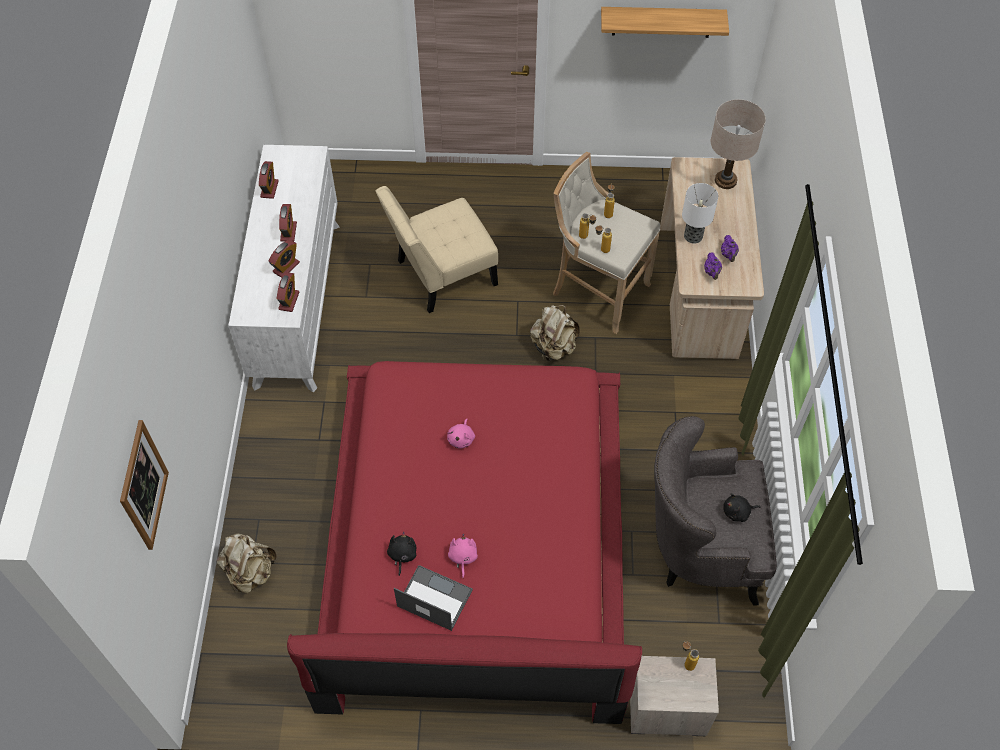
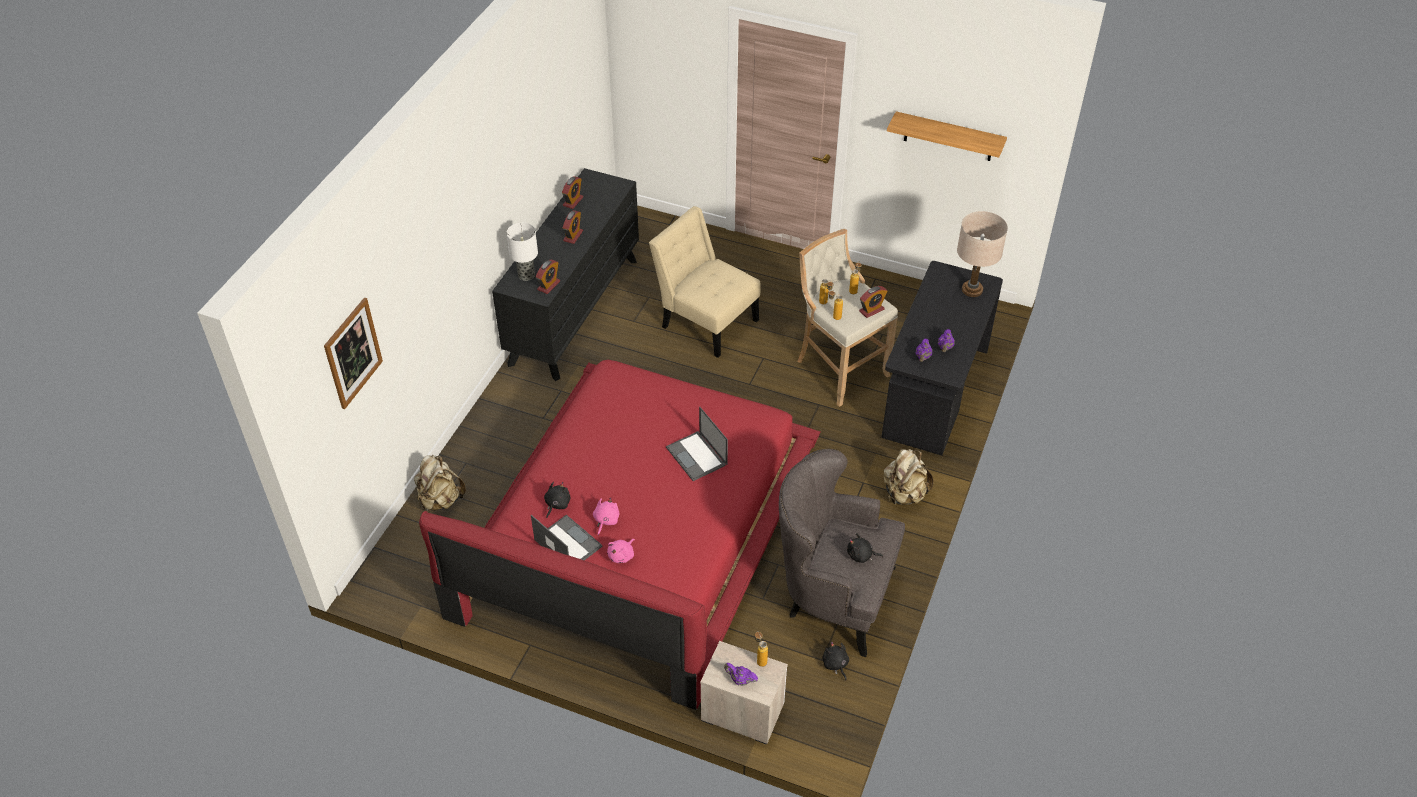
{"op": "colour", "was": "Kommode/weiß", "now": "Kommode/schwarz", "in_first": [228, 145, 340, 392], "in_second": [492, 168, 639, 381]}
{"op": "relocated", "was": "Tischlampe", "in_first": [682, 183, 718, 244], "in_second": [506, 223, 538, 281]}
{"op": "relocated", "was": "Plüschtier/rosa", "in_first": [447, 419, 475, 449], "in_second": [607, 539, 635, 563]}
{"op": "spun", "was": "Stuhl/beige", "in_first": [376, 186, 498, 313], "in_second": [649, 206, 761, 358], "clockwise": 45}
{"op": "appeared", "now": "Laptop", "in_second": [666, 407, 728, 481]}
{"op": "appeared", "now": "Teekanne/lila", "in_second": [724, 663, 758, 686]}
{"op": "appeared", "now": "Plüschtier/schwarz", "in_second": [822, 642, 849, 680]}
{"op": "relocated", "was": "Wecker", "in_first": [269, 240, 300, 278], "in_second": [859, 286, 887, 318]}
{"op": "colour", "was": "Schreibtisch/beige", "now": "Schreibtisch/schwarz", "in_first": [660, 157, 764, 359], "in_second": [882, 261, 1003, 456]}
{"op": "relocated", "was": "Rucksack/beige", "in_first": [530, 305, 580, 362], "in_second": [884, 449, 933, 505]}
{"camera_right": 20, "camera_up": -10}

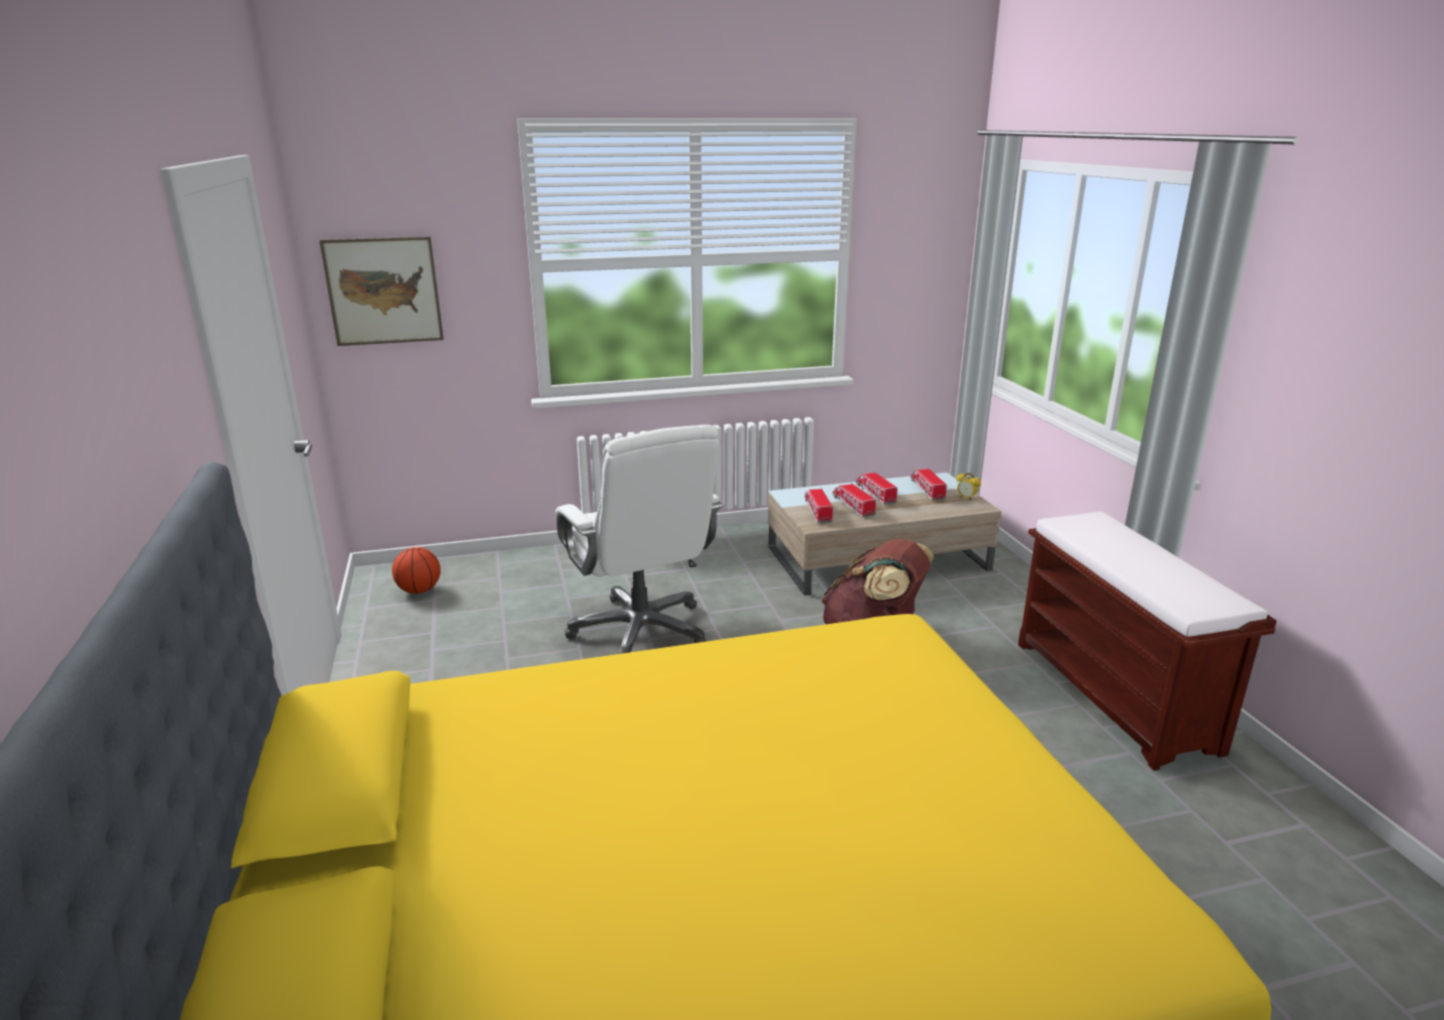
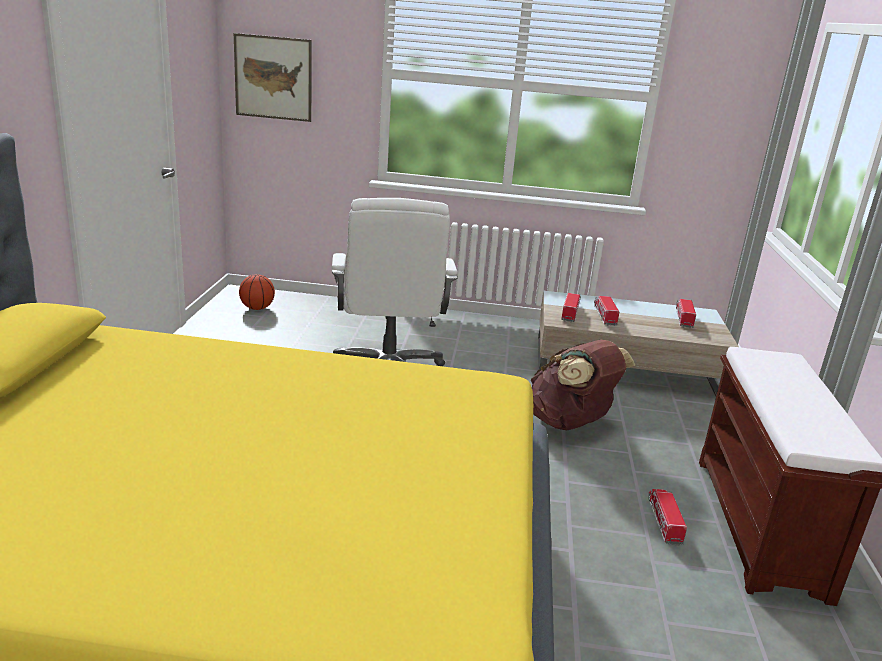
{"op": "relocated", "was": "Spielzeuglaster", "in_first": [856, 472, 898, 505], "in_second": [648, 489, 687, 545]}
{"op": "missing", "was": "Wecker", "in_first": [956, 473, 981, 501]}
{"camera_right": 20, "camera_up": 0}

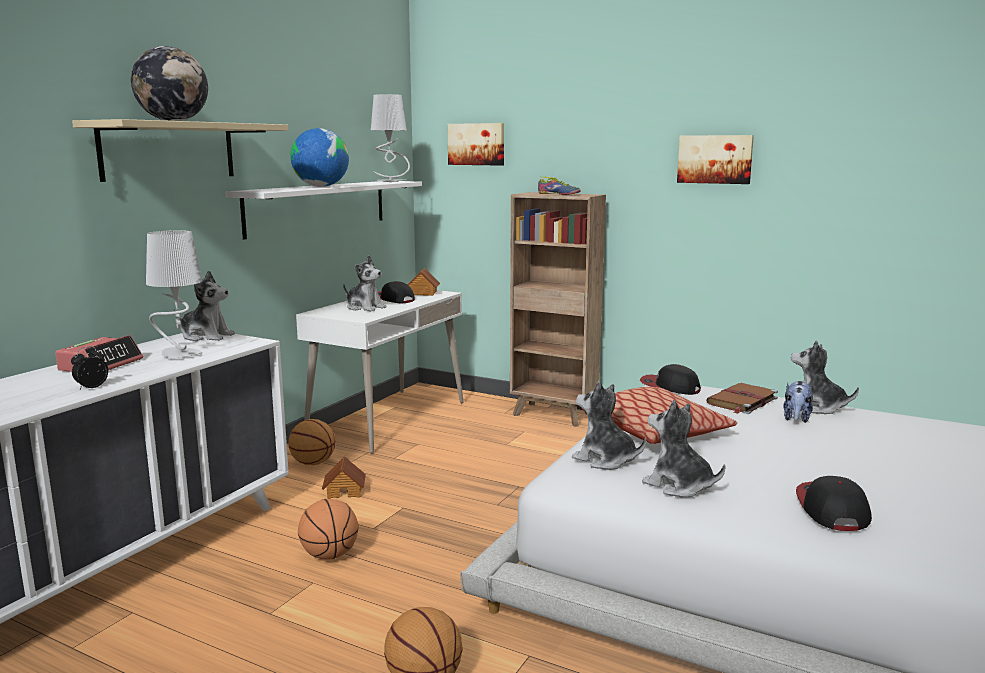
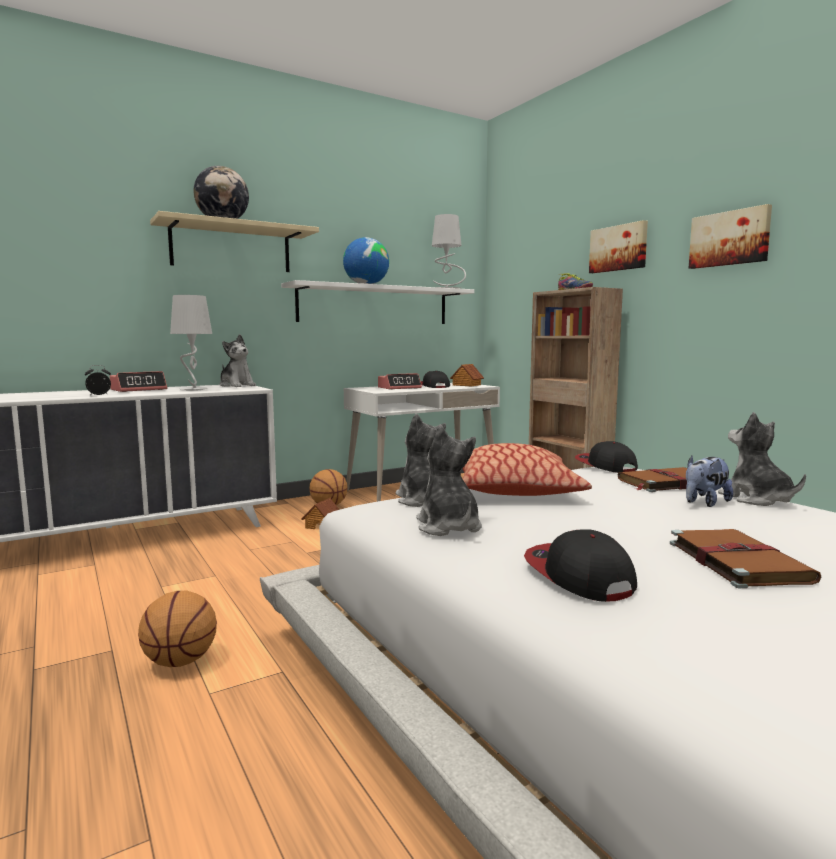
{"op": "exchanged", "was": "Plüschtier", "now": "Wecker", "in_first": [343, 255, 386, 312], "in_second": [378, 373, 422, 390]}
{"op": "spun", "was": "Kappe", "in_first": [796, 476, 872, 531], "in_second": [524, 529, 637, 602], "clockwise": -60}
{"op": "relocated", "was": "Bild", "in_first": [448, 123, 504, 166], "in_second": [589, 220, 648, 273]}
{"op": "appeared", "now": "Buch/braun", "in_second": [670, 529, 821, 588]}
{"op": "missing", "was": "Basketball", "in_first": [298, 499, 359, 559]}
{"camera_right": 30, "camera_up": -5}

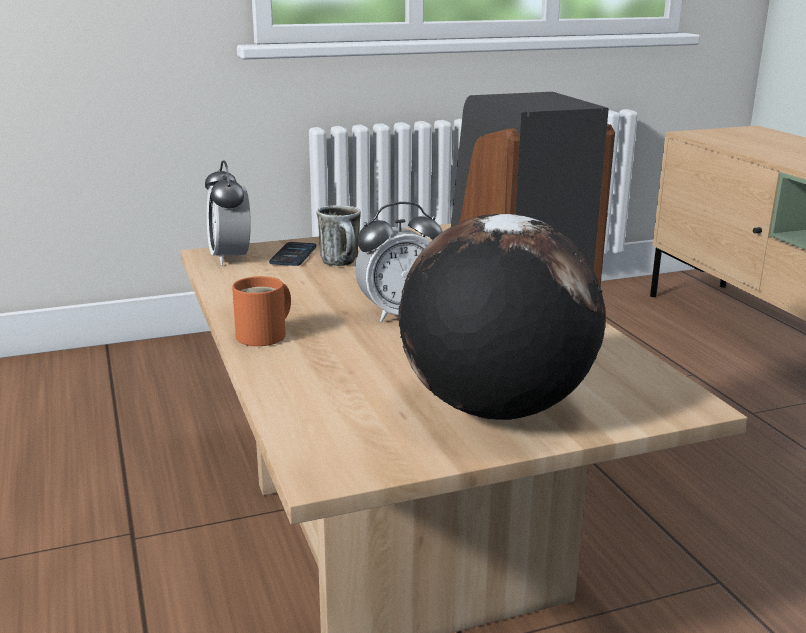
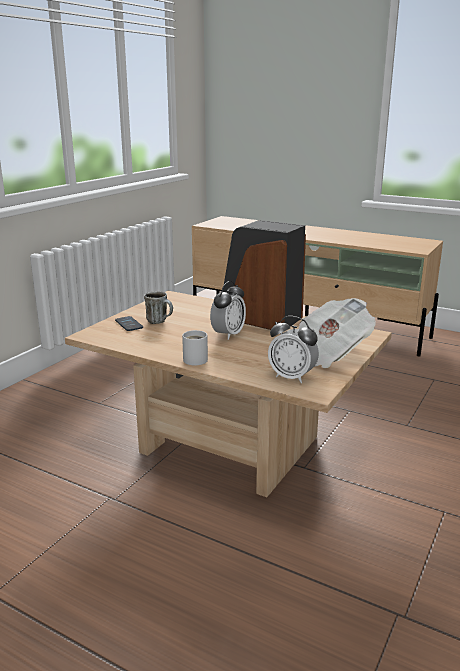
{"op": "colour", "was": "Henkelbecher/orange", "now": "Henkelbecher/weiß", "in_first": [232, 276, 291, 346], "in_second": [182, 330, 208, 365]}
{"op": "relocated", "was": "Wecker", "in_first": [205, 160, 251, 265], "in_second": [268, 316, 319, 383]}
{"op": "exchanged", "was": "Globus", "now": "Zeitung", "in_first": [398, 213, 606, 420], "in_second": [298, 298, 376, 368]}
{"camera_right": -40, "camera_up": 0}

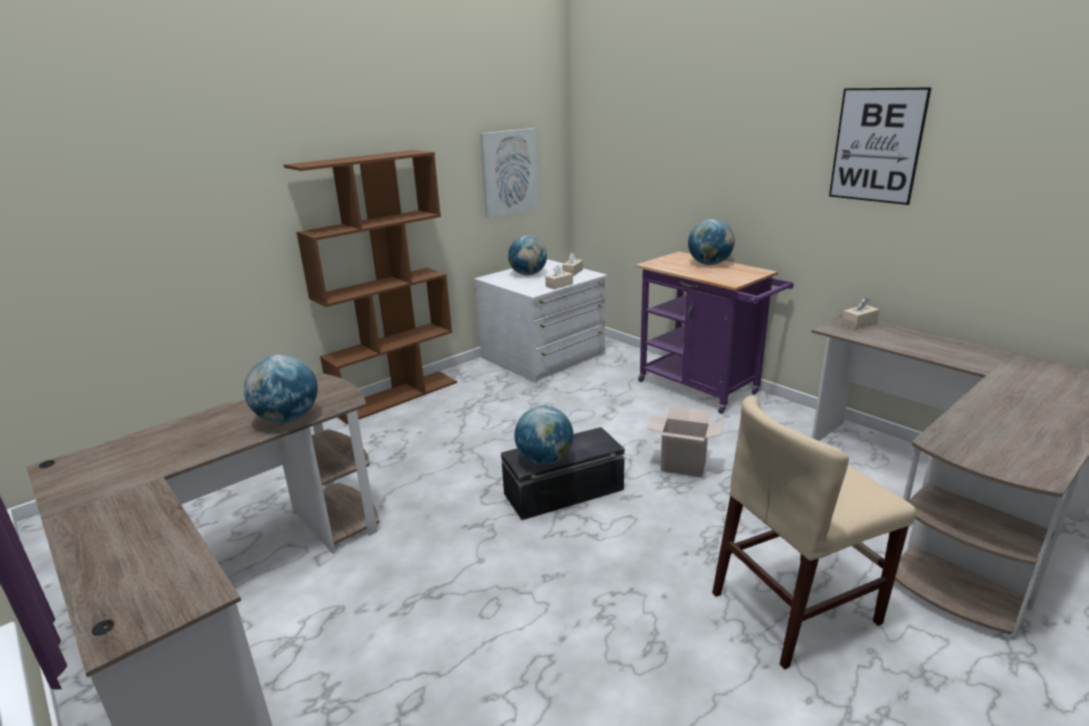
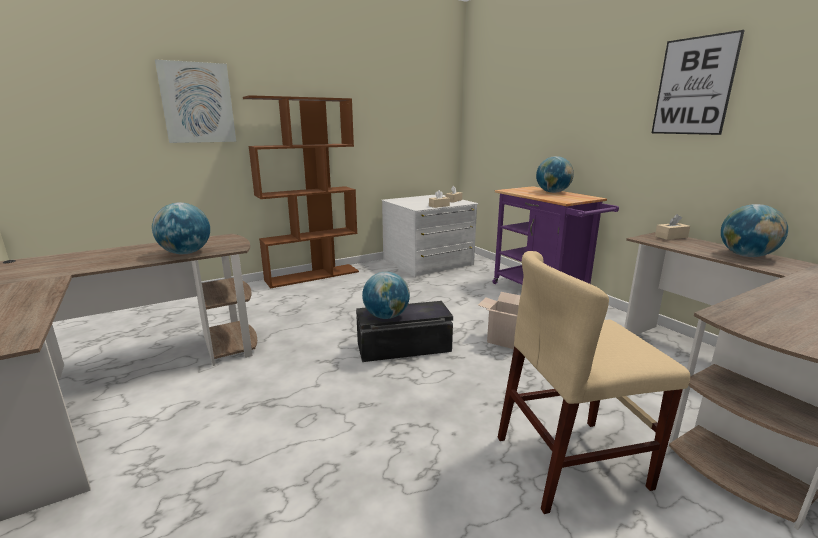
{"op": "relocated", "was": "Bild", "in_first": [480, 128, 539, 218], "in_second": [155, 59, 236, 143]}
{"op": "relocated", "was": "Globus", "in_first": [508, 236, 547, 275], "in_second": [721, 204, 788, 257]}
{"camera_right": 10, "camera_up": -5}

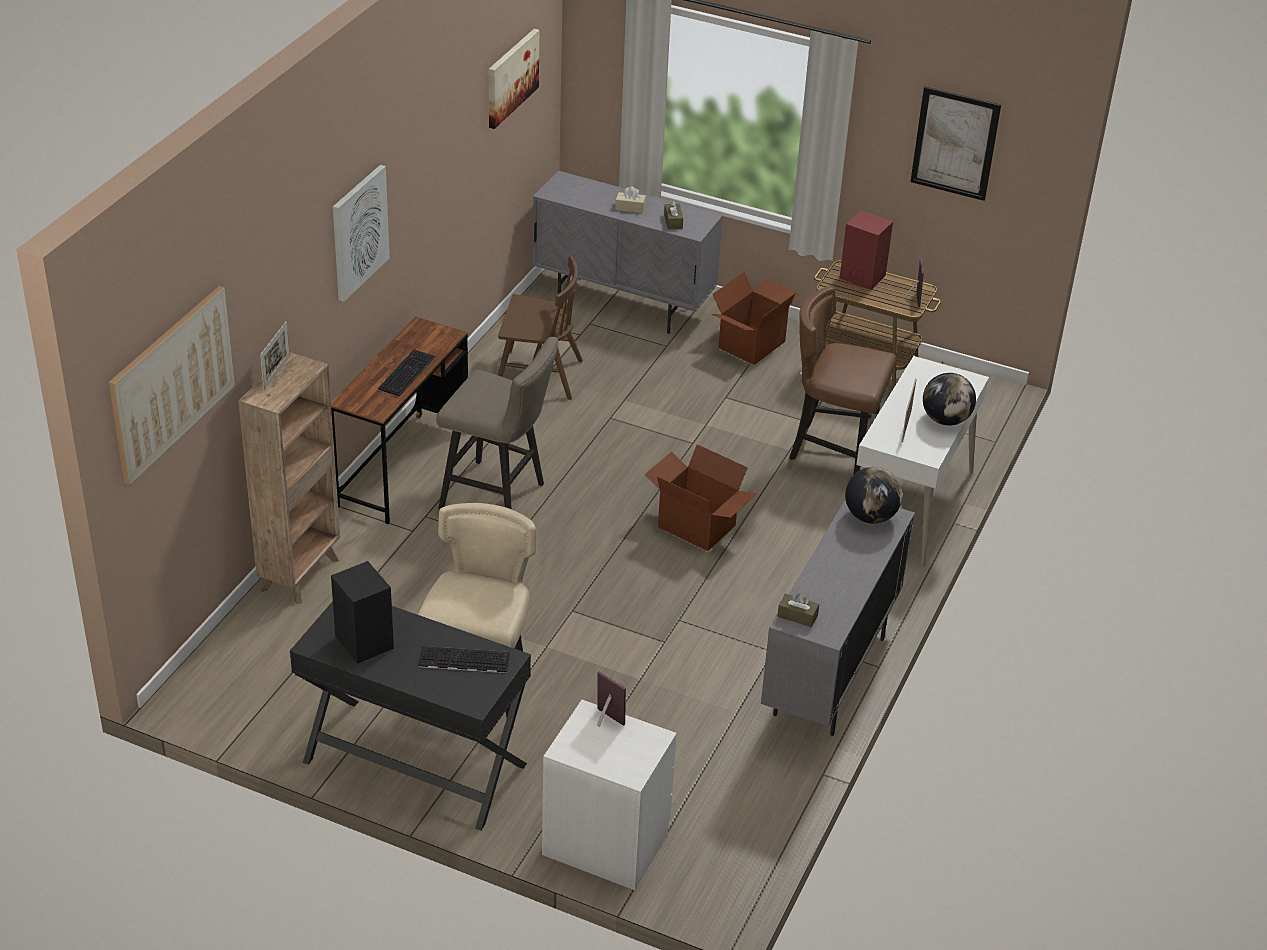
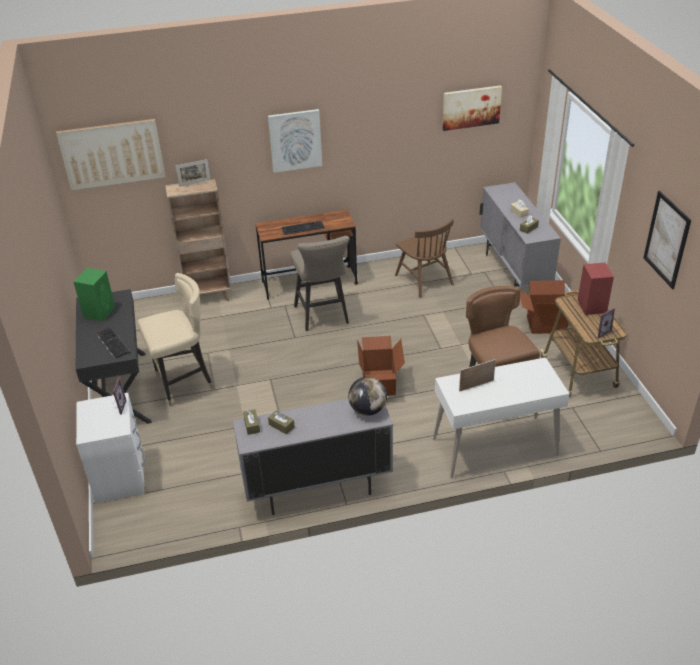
{"op": "colour", "was": "Lautsprecher/schwarz", "now": "Lautsprecher/grün", "in_first": [331, 561, 394, 664], "in_second": [74, 268, 115, 321]}
{"op": "appeared", "now": "Taschentuchbox/braun", "in_second": [268, 411, 295, 434]}
{"op": "missing", "was": "Globus", "in_first": [923, 373, 976, 426]}
{"camera_right": 55, "camera_up": 0}

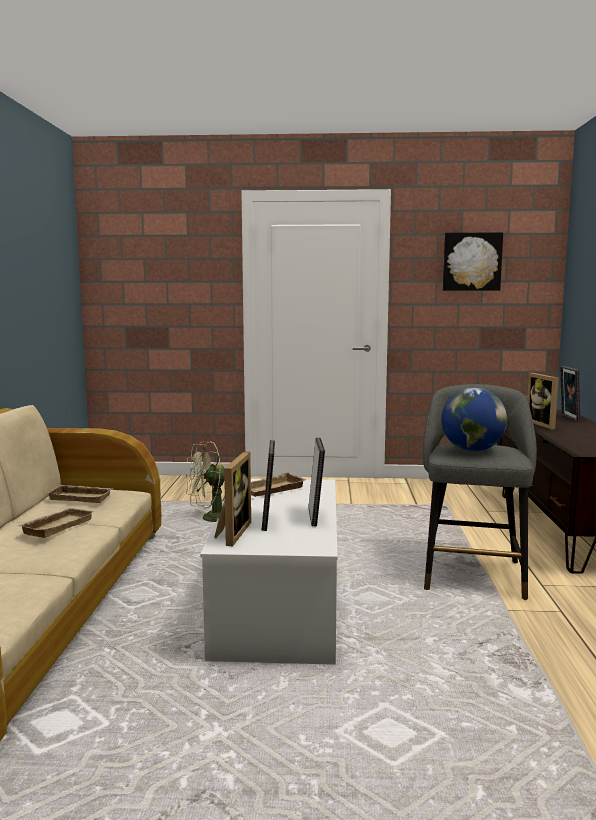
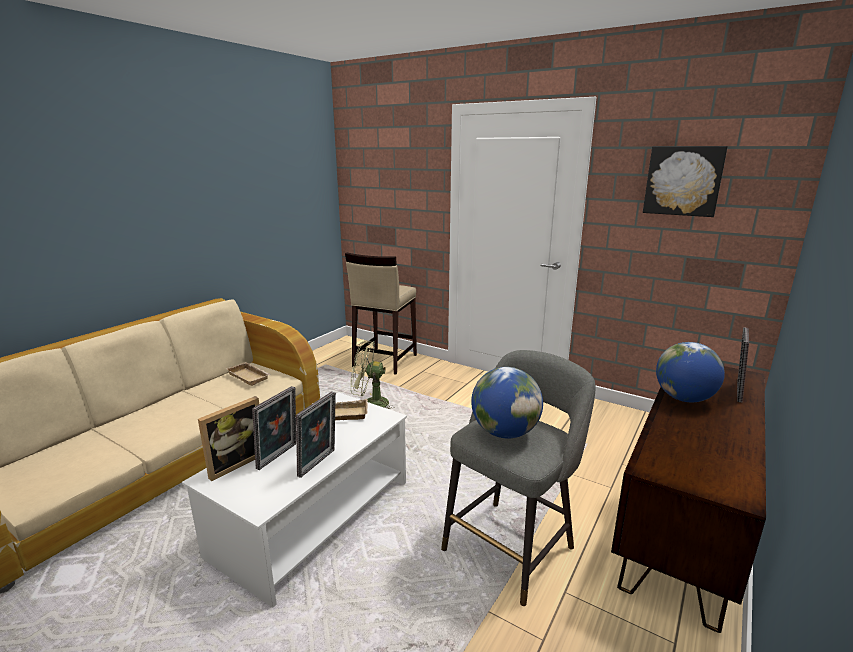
{"op": "appeared", "now": "Hocker/beige", "in_second": [345, 253, 417, 375]}
{"op": "exchanged", "was": "Bilderrahmen", "now": "Globus", "in_first": [527, 373, 559, 429], "in_second": [656, 342, 725, 402]}
{"op": "missing", "was": "Tablett/beige", "in_first": [17, 508, 94, 538]}
{"camera_right": 30, "camera_up": 10}

